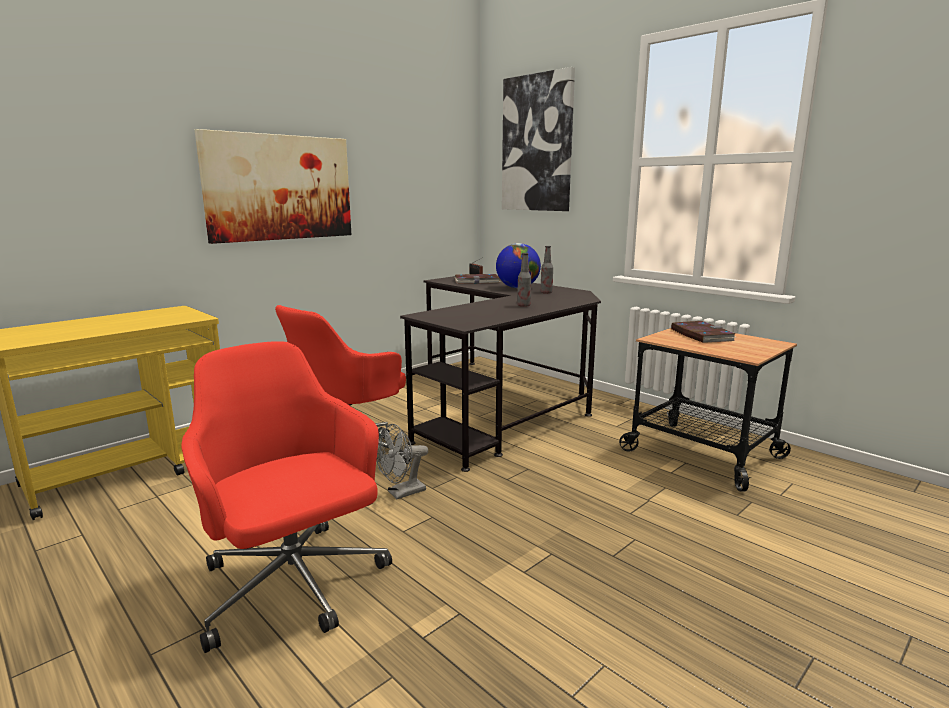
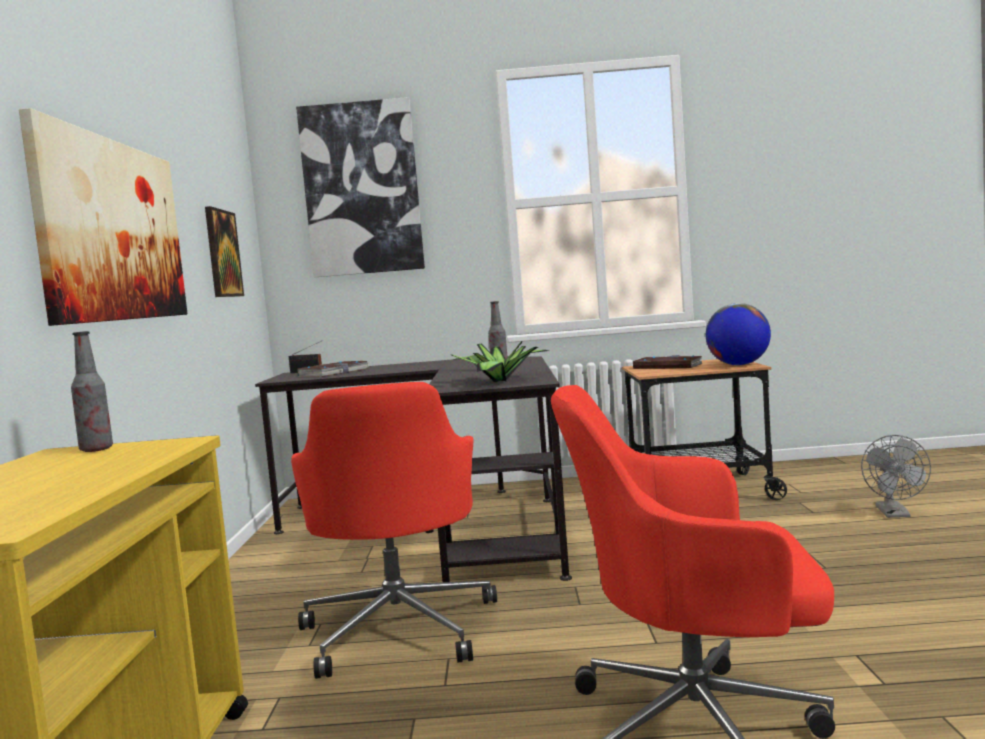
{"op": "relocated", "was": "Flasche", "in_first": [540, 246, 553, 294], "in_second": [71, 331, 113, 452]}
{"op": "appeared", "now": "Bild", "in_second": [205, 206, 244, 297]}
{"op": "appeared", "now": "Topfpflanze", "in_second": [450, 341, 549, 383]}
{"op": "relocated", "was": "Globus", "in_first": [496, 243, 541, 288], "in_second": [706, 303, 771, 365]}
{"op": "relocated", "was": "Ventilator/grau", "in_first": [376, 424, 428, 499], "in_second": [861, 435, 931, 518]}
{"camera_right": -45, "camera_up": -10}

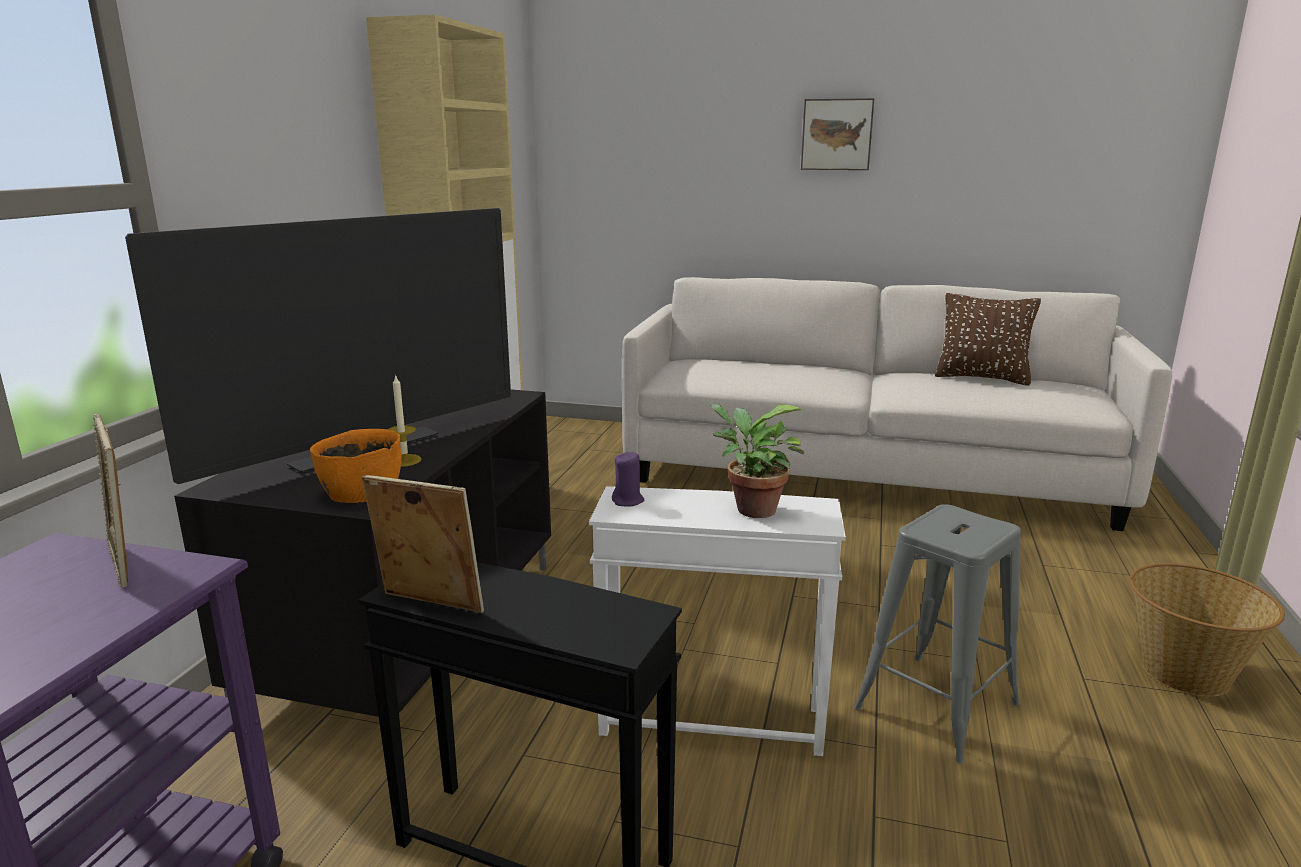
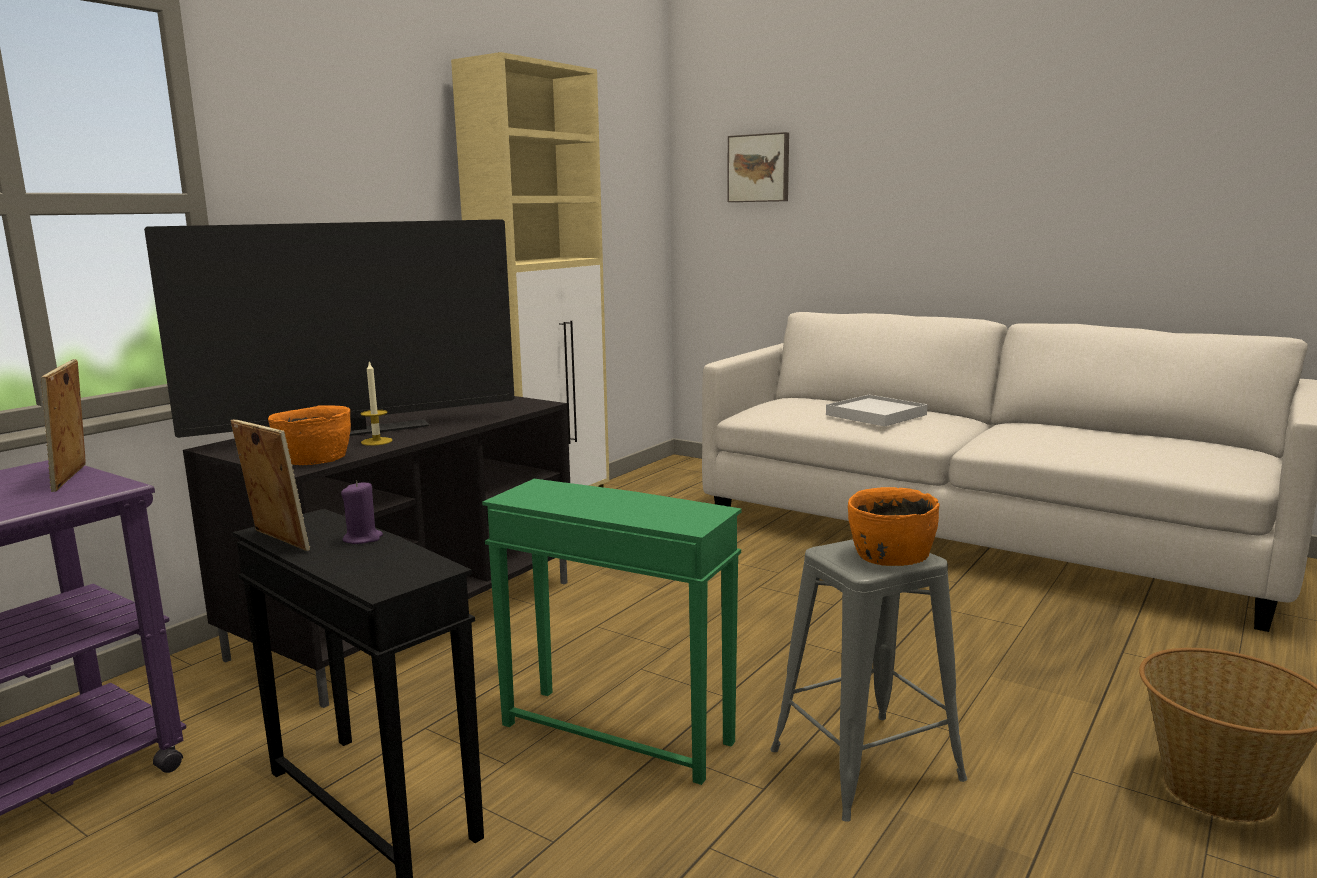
{"op": "relocated", "was": "Kerze/lila", "in_first": [612, 451, 645, 506], "in_second": [341, 481, 383, 544]}
{"op": "colour", "was": "Beistelltisch/weiß", "now": "Beistelltisch/grün", "in_first": [589, 486, 846, 756], "in_second": [482, 479, 742, 785]}
{"op": "relocated", "was": "Bild", "in_first": [801, 98, 874, 170], "in_second": [728, 132, 789, 202]}
{"op": "appeared", "now": "Tablett/weiß", "in_second": [826, 395, 928, 427]}
{"op": "appeared", "now": "Schüssel/orange", "in_second": [848, 487, 940, 566]}
{"op": "missing", "was": "Topfpflanze", "in_first": [710, 403, 805, 518]}
{"op": "missing", "was": "Kissen/braun", "in_first": [935, 293, 1041, 386]}
{"camera_right": 20, "camera_up": -5}

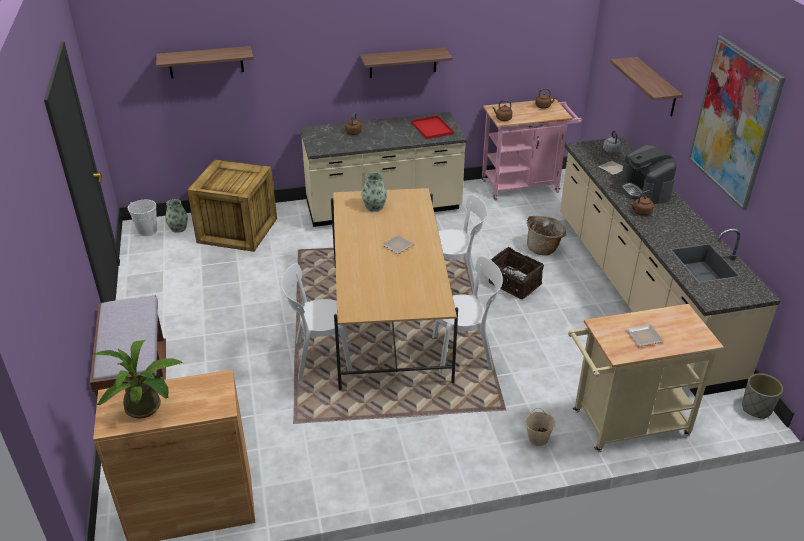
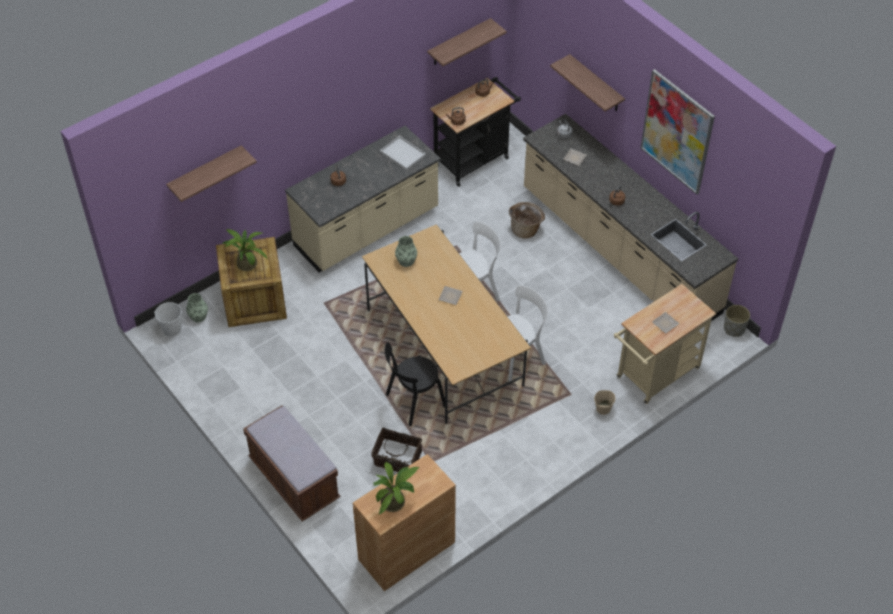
{"op": "appeared", "now": "Topfpflanze", "in_second": [222, 229, 267, 271]}
{"op": "relocated", "was": "Korb", "in_first": [489, 247, 544, 299], "in_second": [371, 427, 422, 472]}
{"op": "colour", "was": "Tablett/rot", "now": "Tablett/weiß", "in_first": [411, 115, 454, 139], "in_second": [380, 136, 426, 170]}
{"op": "colour", "was": "Stuhl/weiß", "now": "Stuhl/schwarz", "in_first": [281, 263, 353, 380], "in_second": [385, 342, 445, 426]}
{"op": "relocated", "was": "Wandregal", "in_first": [360, 47, 453, 78], "in_second": [427, 18, 507, 66]}
{"op": "colour", "was": "Rollwagen/rosa", "now": "Rollwagen/schwarz", "in_first": [482, 99, 582, 200], "in_second": [430, 77, 521, 187]}
{"op": "missing", "was": "Kaffeemaschine", "in_first": [620, 145, 677, 204]}
{"camera_right": -25, "camera_up": 15}

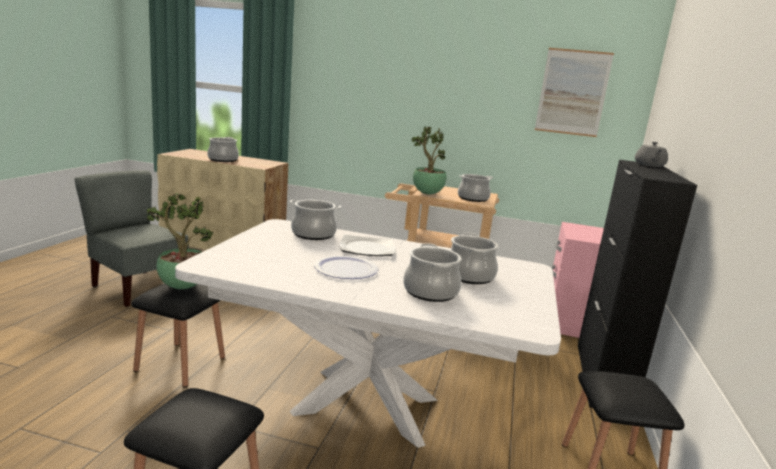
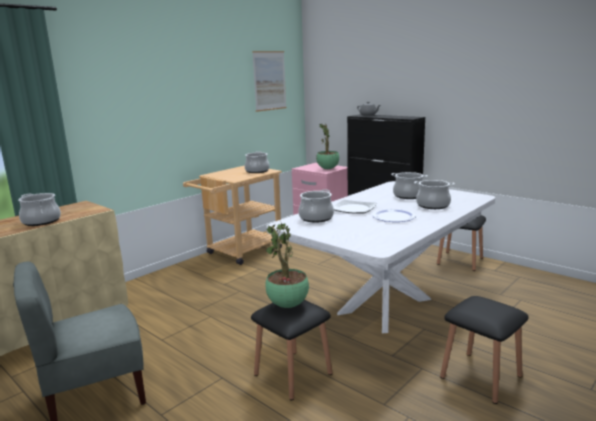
{"op": "relocated", "was": "Topfpflanze", "in_first": [412, 127, 447, 194], "in_second": [316, 123, 339, 169]}
{"camera_right": -60, "camera_up": 0}

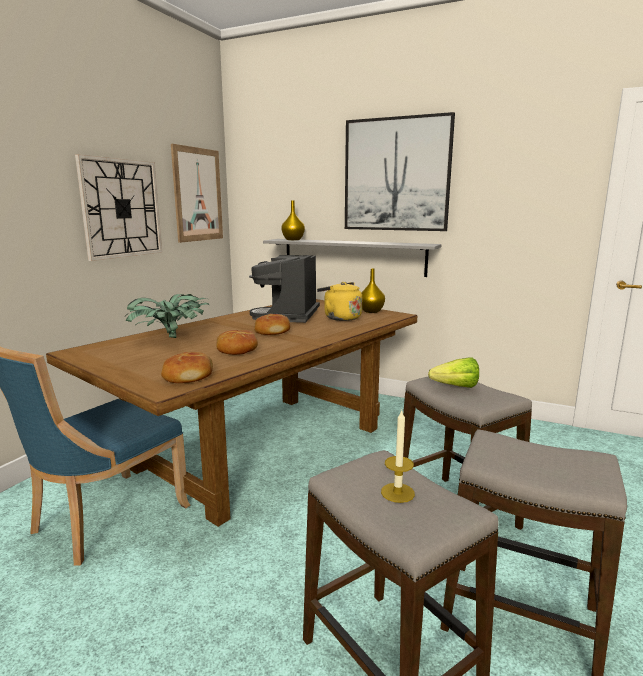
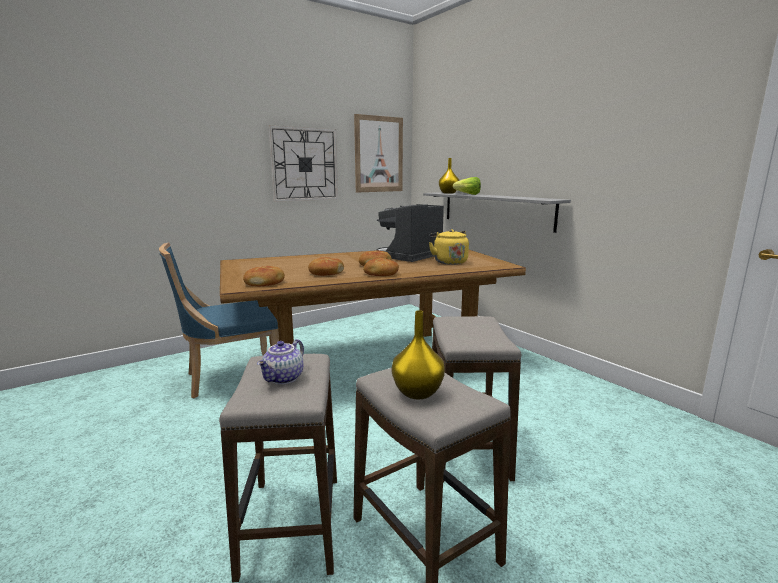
{"op": "exchanged", "was": "Kerze", "now": "Teekanne", "in_first": [381, 410, 415, 503], "in_second": [257, 339, 304, 385]}
{"op": "appeared", "now": "Brot", "in_second": [363, 258, 399, 276]}
{"op": "relocated", "was": "Vase/gelb", "in_first": [361, 268, 385, 313], "in_second": [392, 310, 445, 400]}
{"op": "relocated", "was": "Salatkopf", "in_first": [428, 358, 479, 388], "in_second": [453, 177, 481, 195]}
{"op": "missing", "was": "Topfpflanze", "in_first": [124, 294, 209, 338]}
{"op": "missing", "was": "Bild", "in_first": [345, 112, 455, 231]}
{"camera_right": 30, "camera_up": 0}

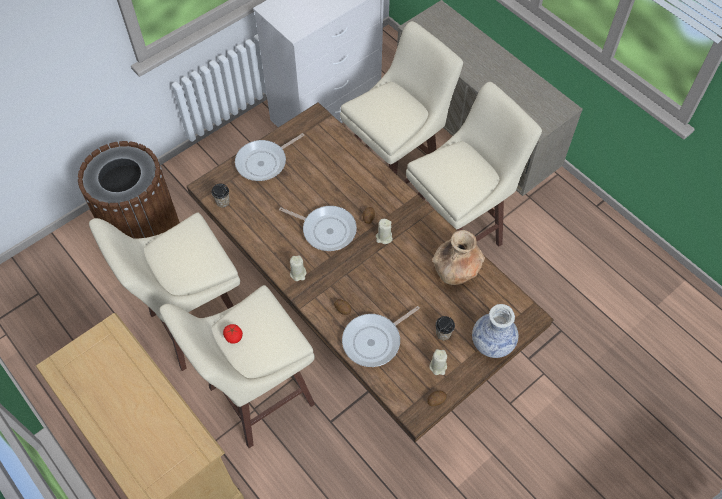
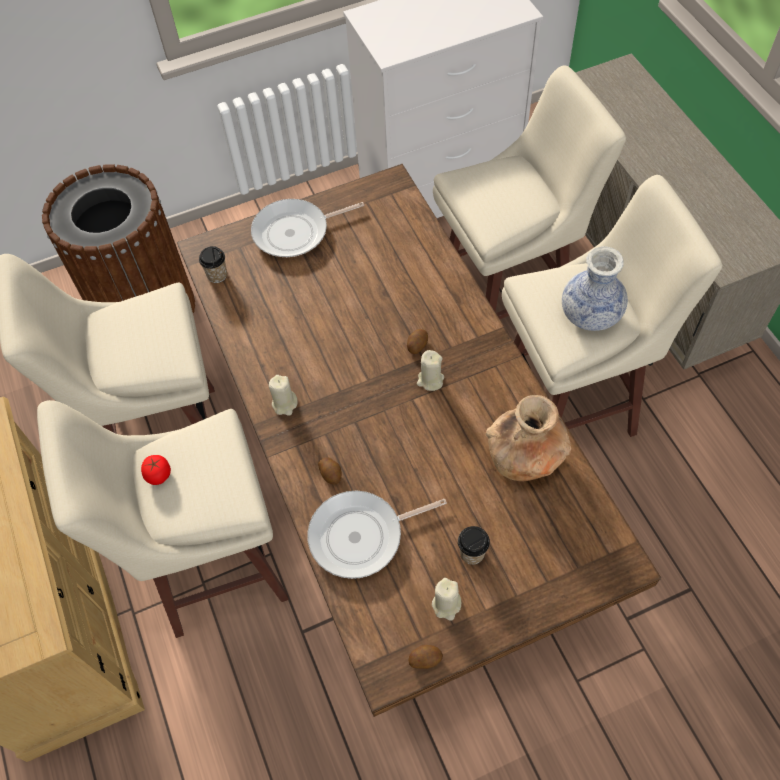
{"op": "relocated", "was": "Vase", "in_first": [472, 304, 518, 358], "in_second": [562, 246, 628, 331]}
{"op": "missing", "was": "Pfanne", "in_first": [279, 206, 357, 251]}
{"camera_right": 20, "camera_up": 0}

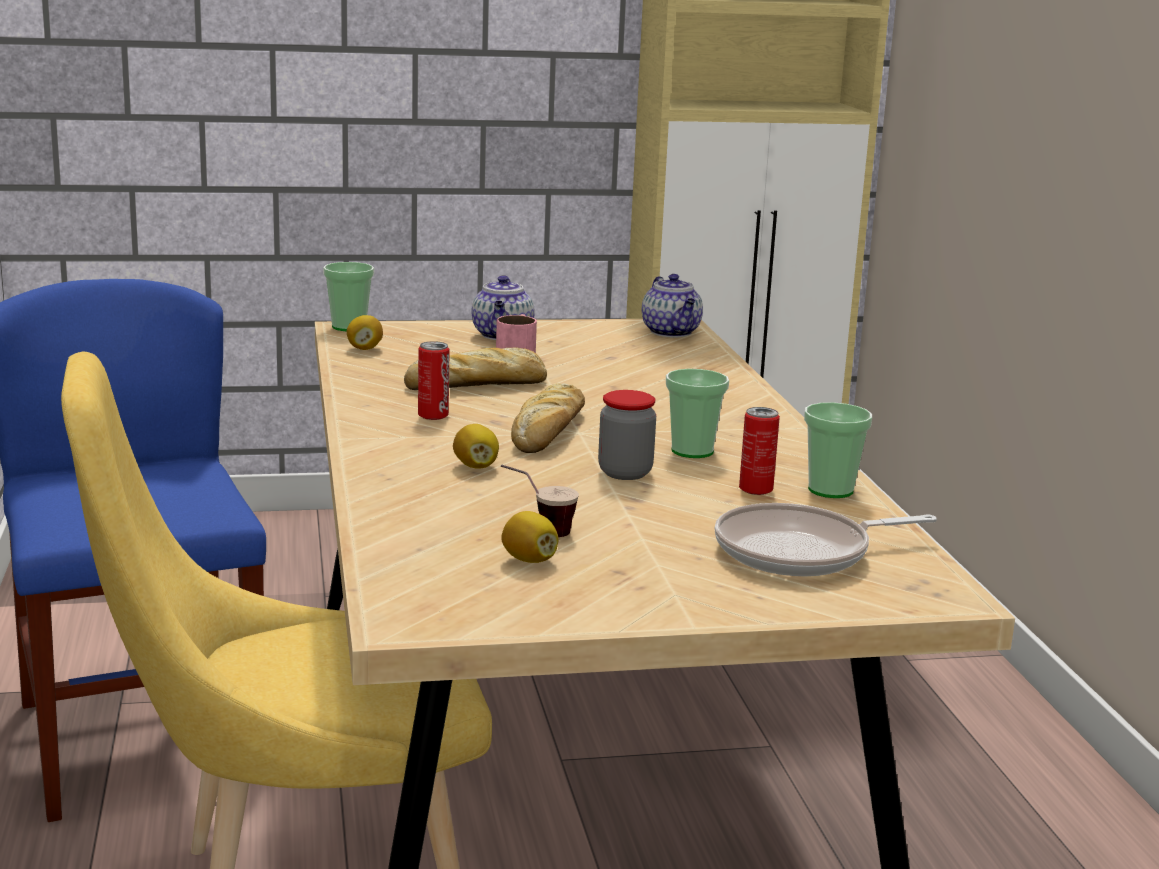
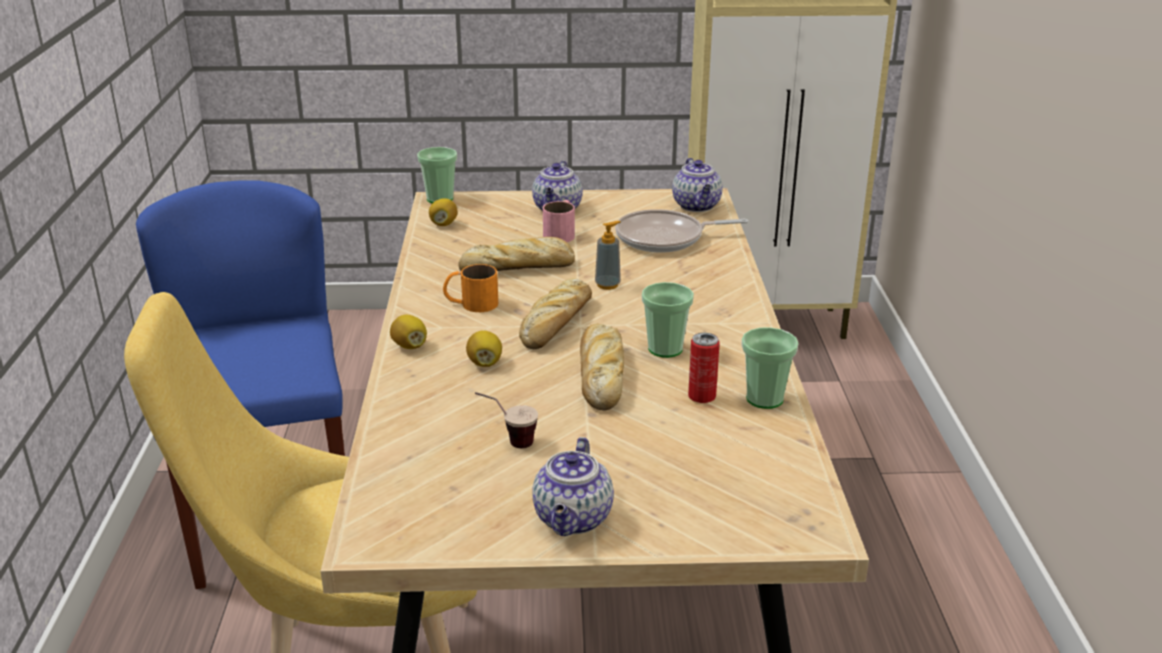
{"op": "relocated", "was": "Zitrone", "in_first": [501, 511, 559, 563], "in_second": [390, 315, 427, 349]}
{"op": "exchanged", "was": "Dose", "now": "Henkelbecher/orange", "in_first": [418, 341, 450, 420], "in_second": [443, 264, 498, 312]}
{"op": "appeared", "now": "Teekanne", "in_second": [533, 437, 614, 536]}
{"op": "exchanged", "was": "Vorratsglas", "now": "Brot", "in_first": [598, 390, 656, 480], "in_second": [580, 324, 624, 411]}
{"op": "appeared", "now": "Seifenspender", "in_second": [595, 221, 621, 290]}
{"op": "relocated", "was": "Pfanne", "in_first": [714, 503, 937, 577], "in_second": [615, 209, 749, 253]}
{"camera_right": 10, "camera_up": 10}

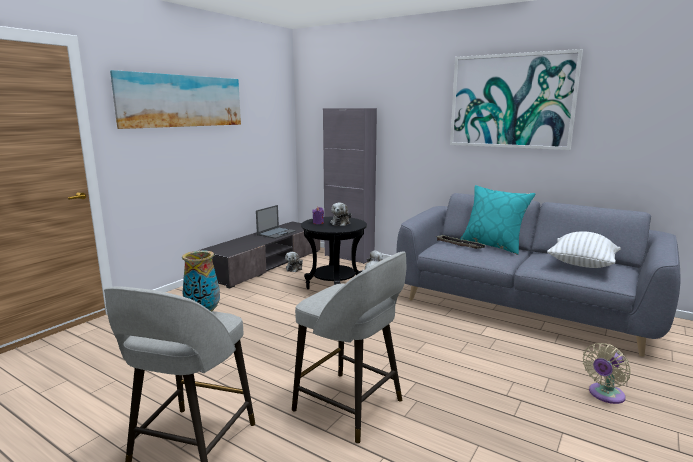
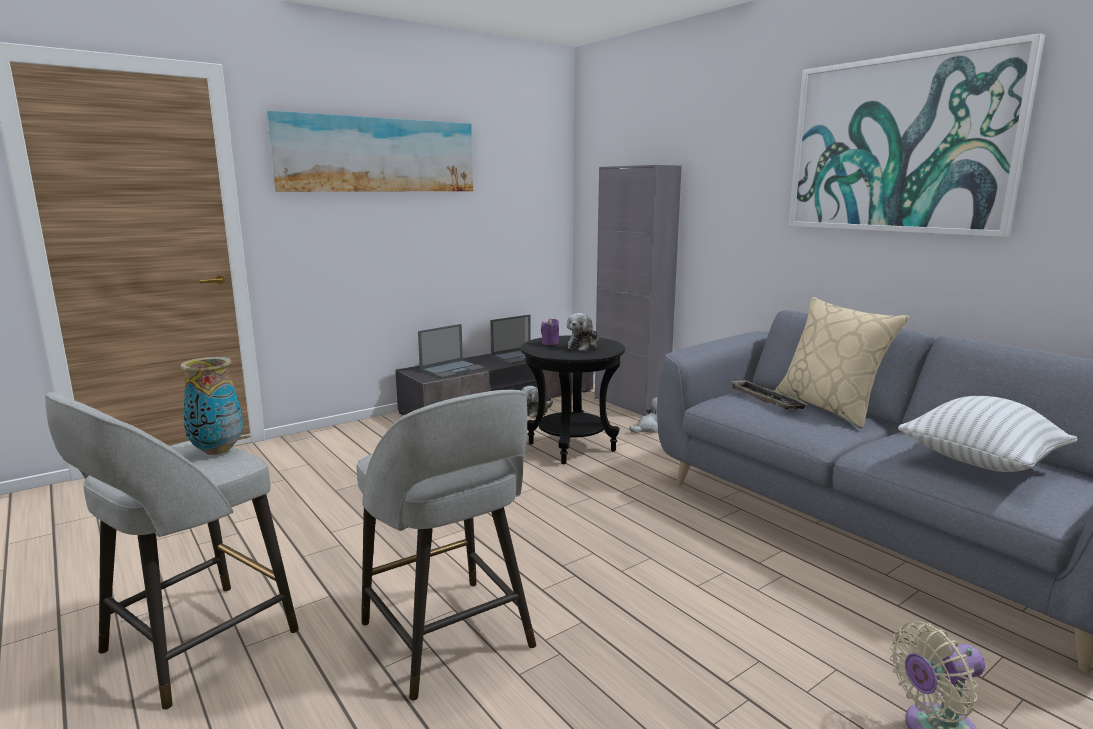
{"op": "appeared", "now": "Laptop", "in_second": [418, 324, 485, 379]}
{"op": "colour", "was": "Kissen/türkis", "now": "Kissen/beige", "in_first": [460, 185, 535, 255], "in_second": [775, 297, 909, 428]}
{"camera_right": 20, "camera_up": 0}

